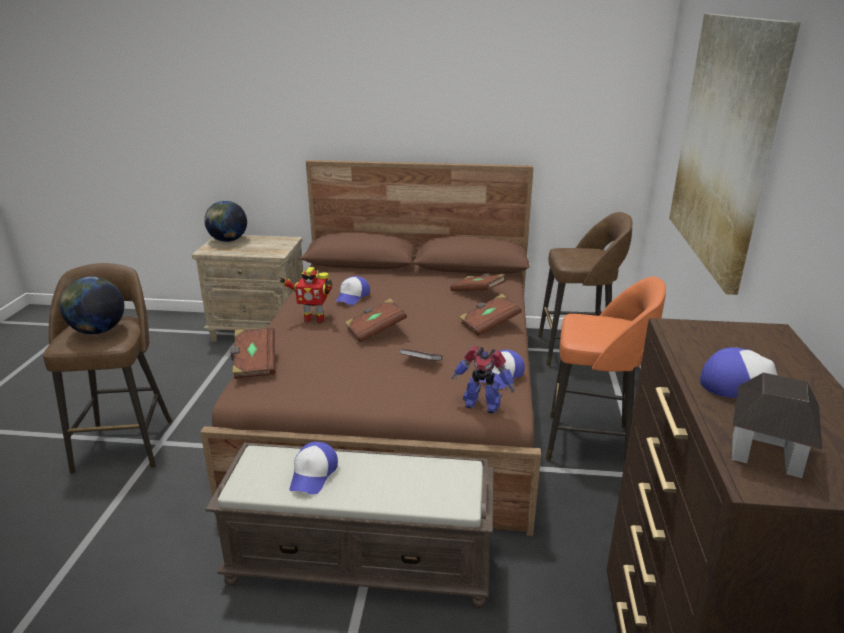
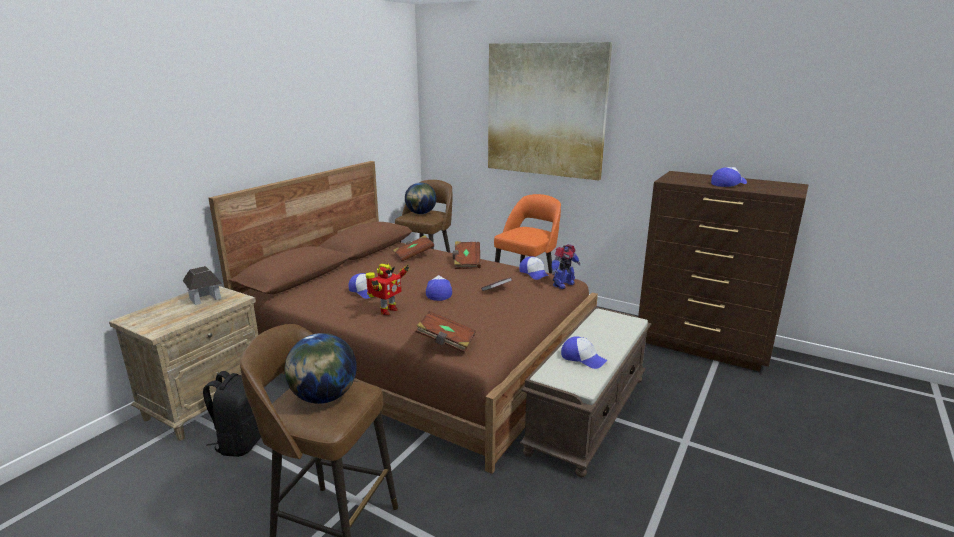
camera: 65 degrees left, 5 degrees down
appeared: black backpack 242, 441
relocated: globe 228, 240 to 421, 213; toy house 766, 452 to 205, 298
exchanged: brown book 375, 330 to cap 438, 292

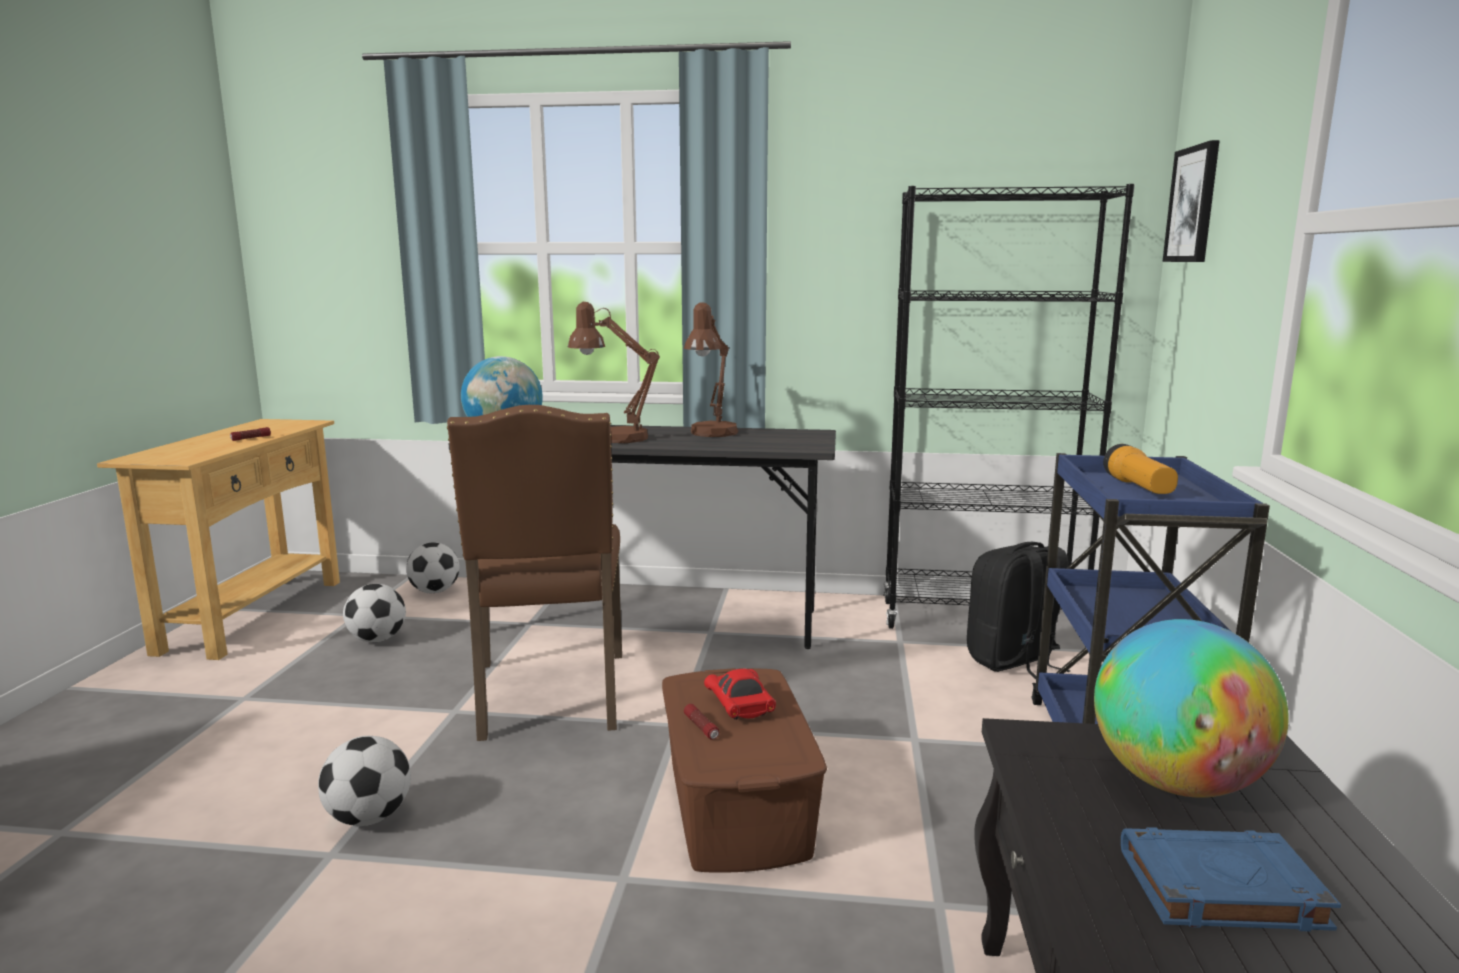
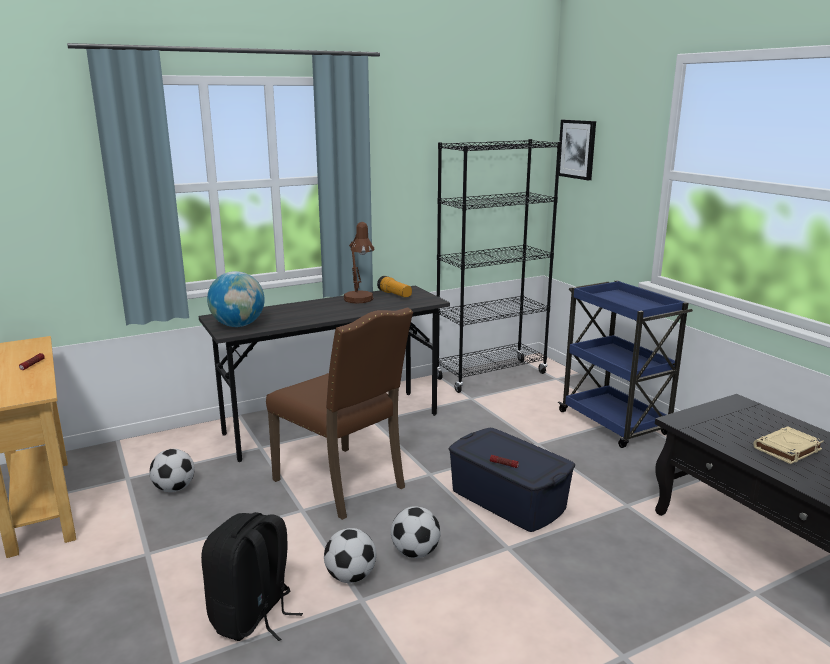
camera: 35 degrees left, 5 degrees up
missing: brown table lamp 613, 438; globe 1176, 783; red toy car 740, 706
relocated: flashlight 1138, 487 to 395, 295; football 435, 591 to 415, 552; black backpack 1013, 661 to 253, 616
colour: brown storage box 735, 805 to blue storage box 508, 499; blue book 1219, 889 to beige book 787, 449

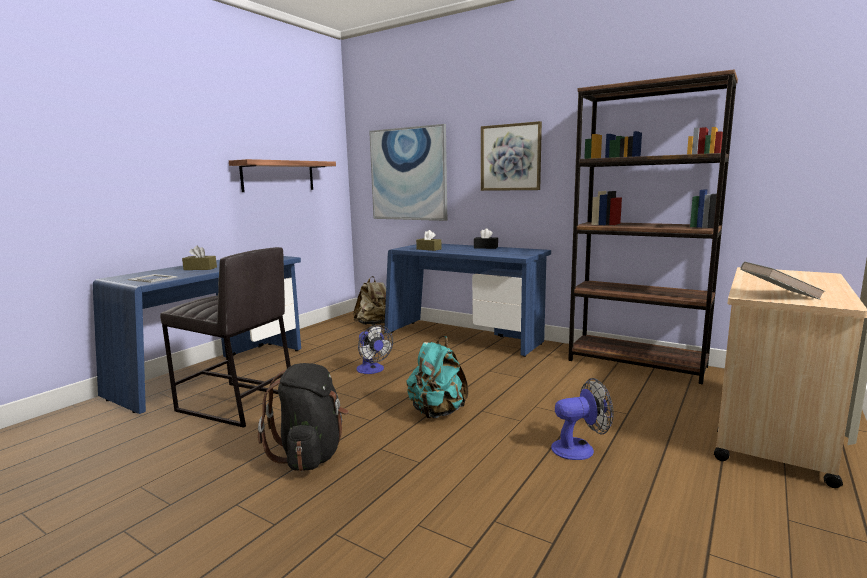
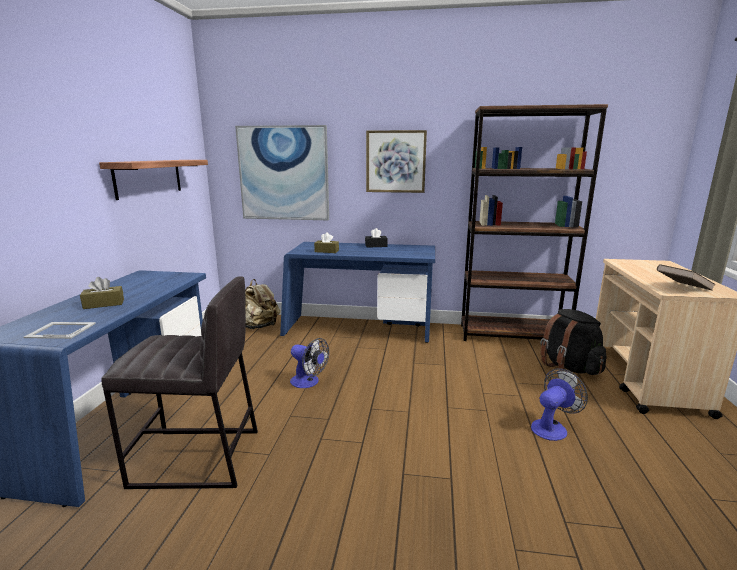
camera: 25 degrees left, 5 degrees up
missing: turquoise backpack 437, 412
relocated: black backpack 311, 454 to 569, 367
colour: grey book 778, 295 to brown book 682, 288

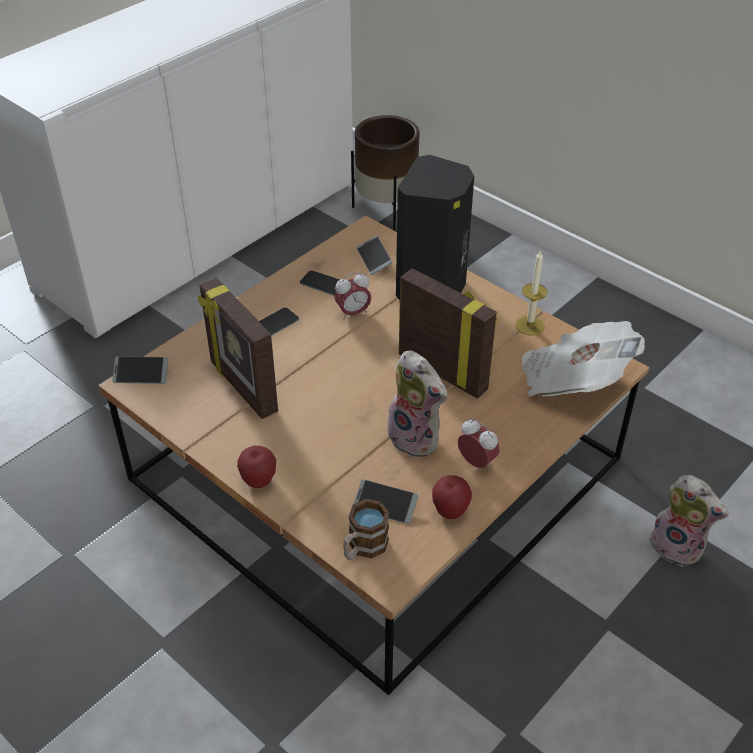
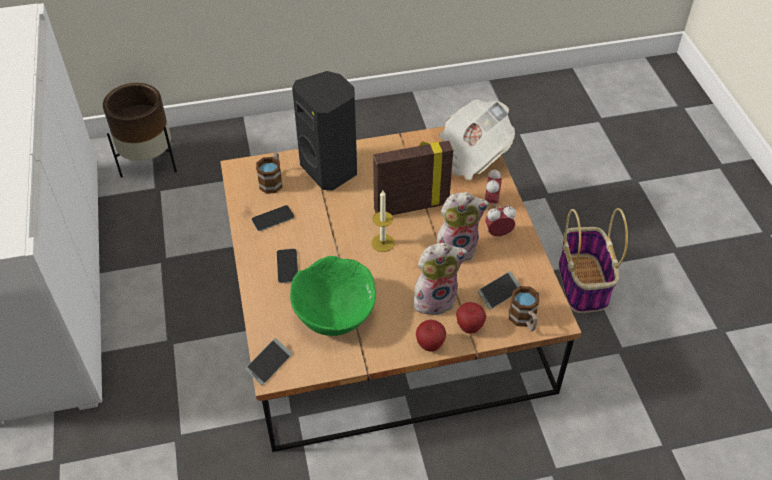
camera: 55 degrees left, 5 degrees up
appeared: basket 583, 284
relocated: candle 529, 325 to 382, 243; alarm clock 353, 313 to 491, 201; apple 450, 511 to 469, 327; plush toy 678, 546 to 435, 299
exchanged: phone 374, 259 to mug 272, 181; picture frame 242, 387 to green bowl 335, 313

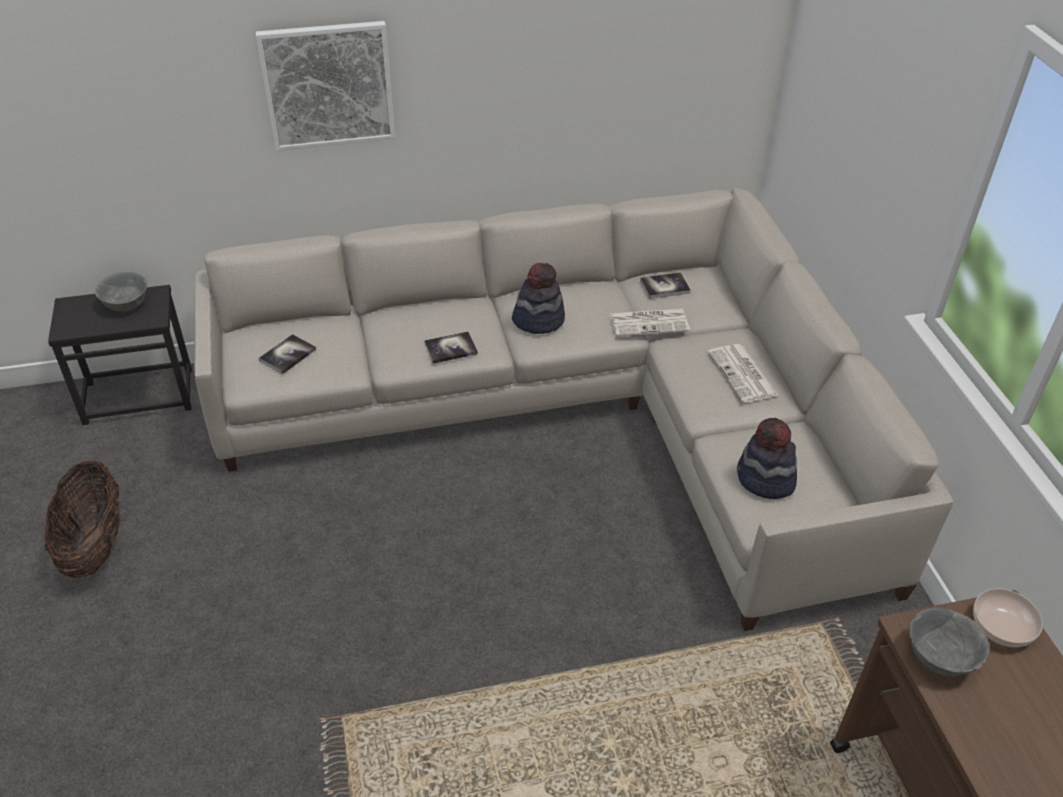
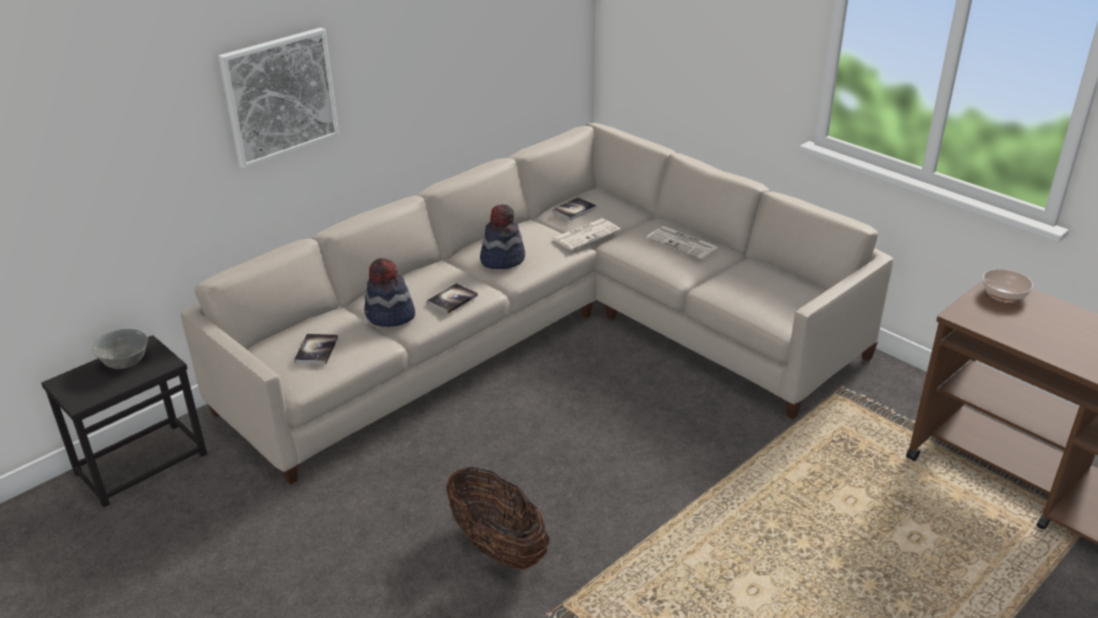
camera: 30 degrees left, 10 degrees down
missing: grey bowl 939, 657
relocated: hat 765, 479 to 390, 316; basket 95, 545 to 498, 546

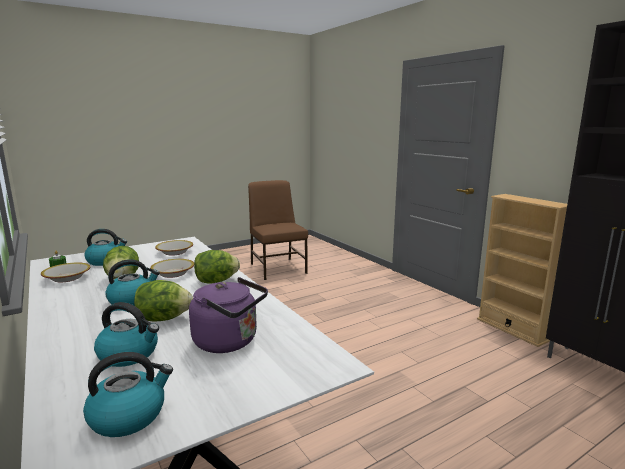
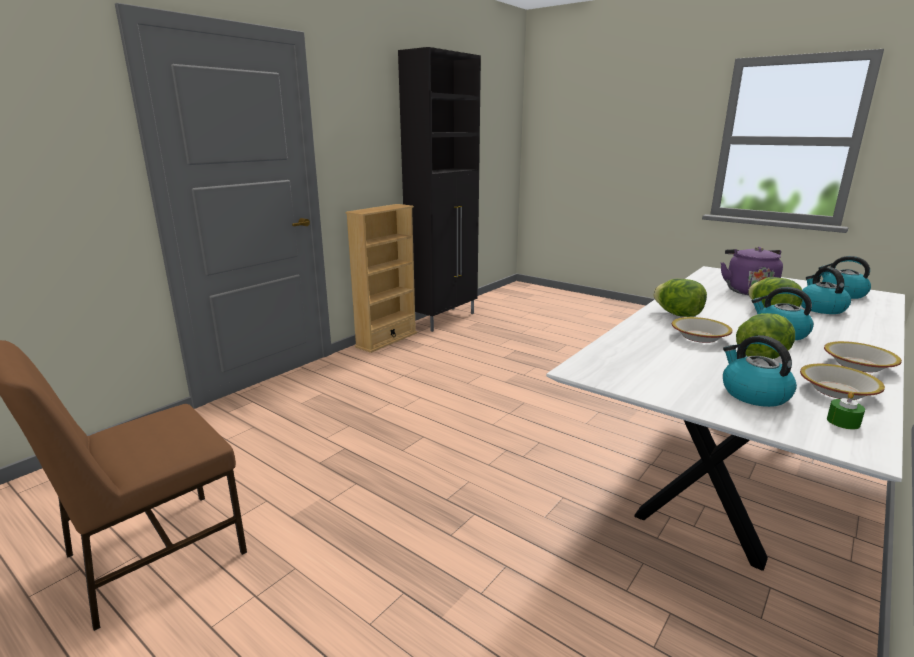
camera: 110 degrees left, 5 degrees up
relocated: bowl 174, 252 to 858, 365

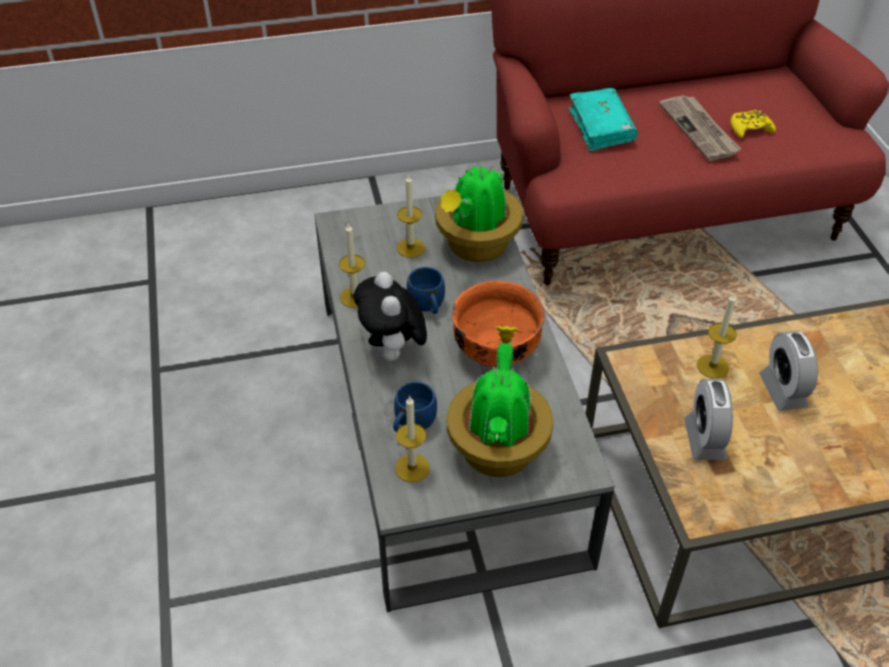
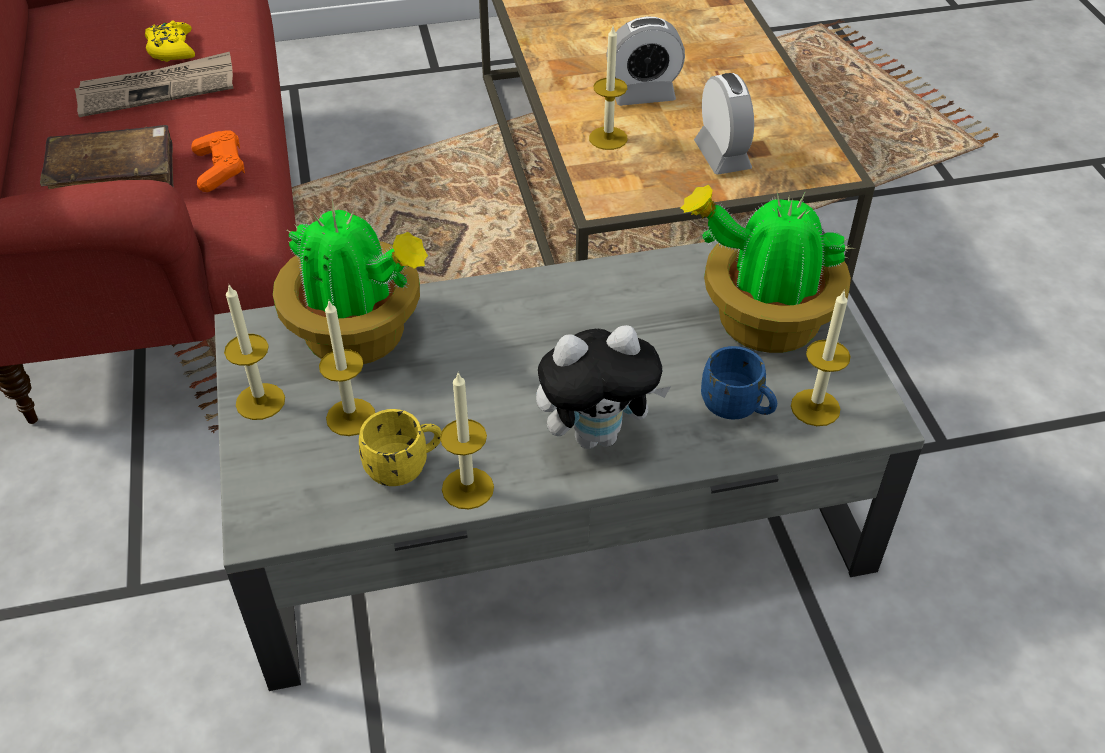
camera: 90 degrees left, 0 degrees up
missing: blue mug 427, 307; orange bowl 495, 350
appeared: orange game controller 220, 169; candle 260, 401; yellow mug 405, 466
colour: turquoise book 601, 127 to brown book 114, 178
spun: alarm clock 704, 439 = 722, 155 105 degrees counterclockwise

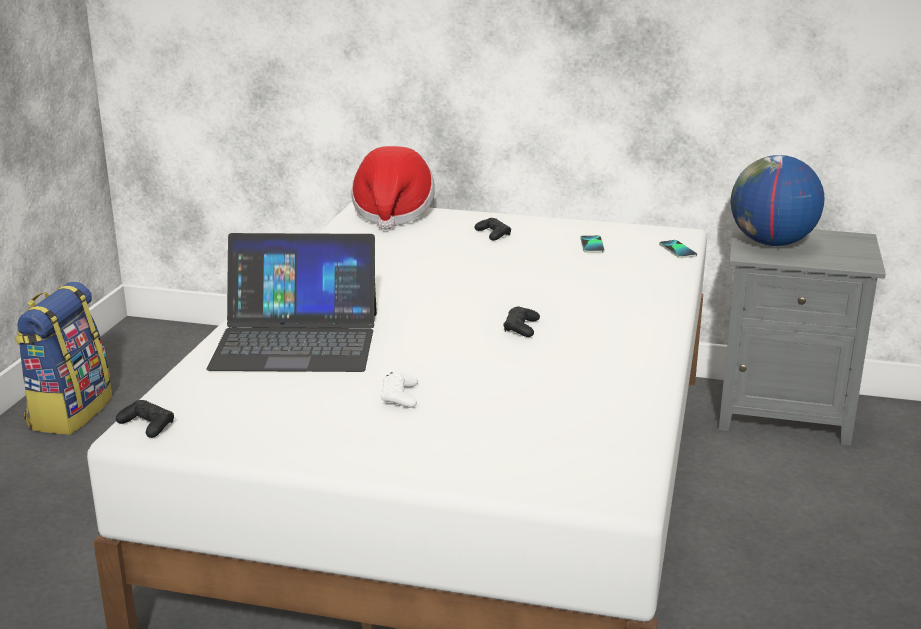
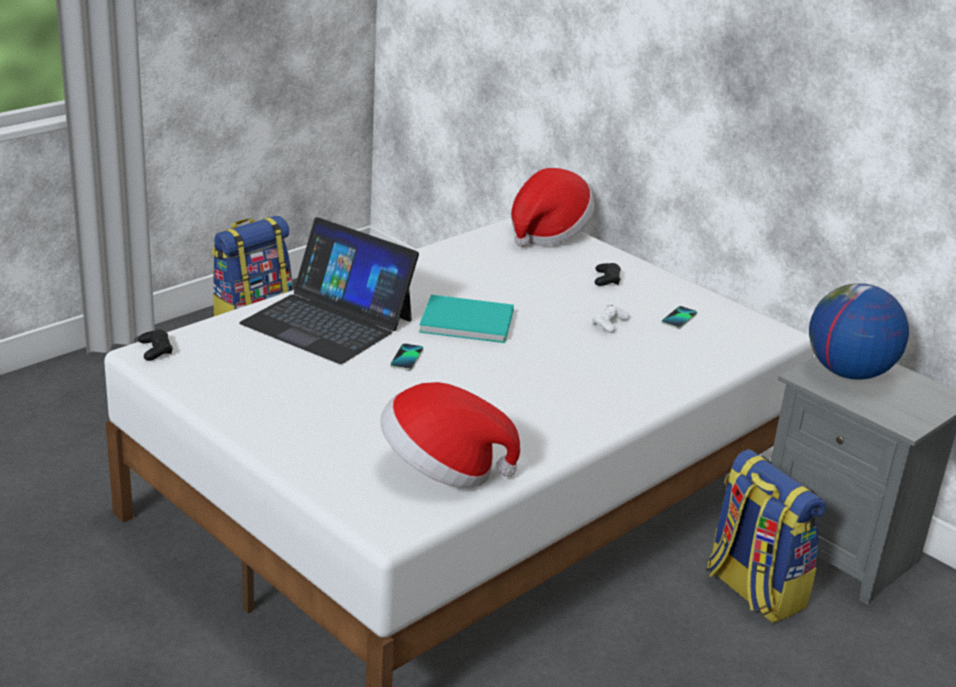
camera: 30 degrees right, 5 degrees up
missing: black game controller 521, 328
appeared: turquoise book 464, 320; hat 442, 469; backpack 753, 590
relocated: phone 677, 250 to 407, 358; white game controller 399, 396 to 609, 323

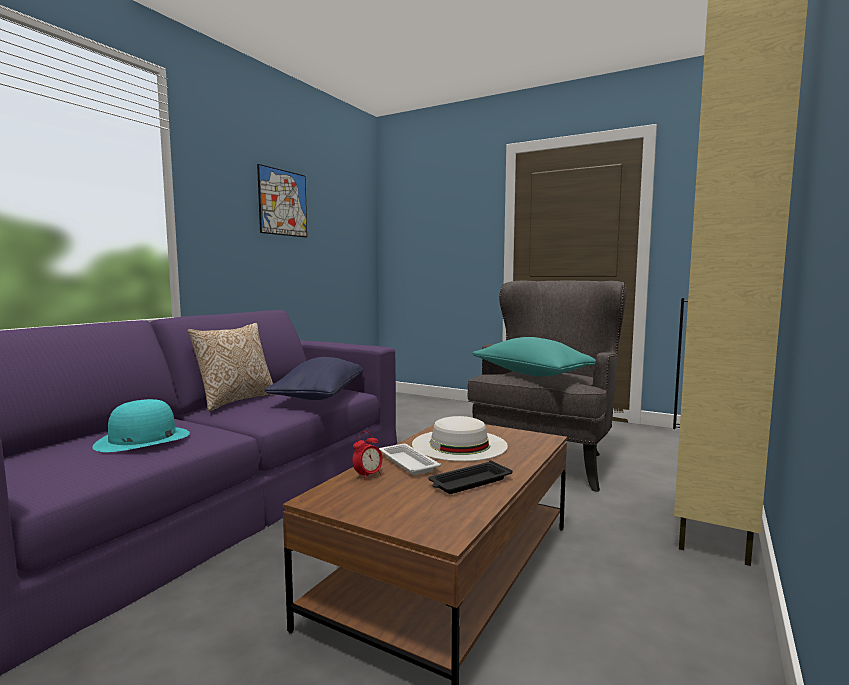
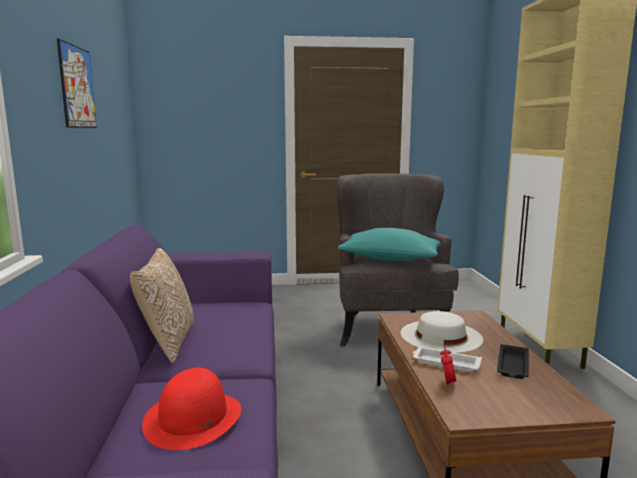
camera: 35 degrees left, 5 degrees up
missing: blue pillow 320, 396
colour: turquoise hat 142, 439 to red hat 193, 418

